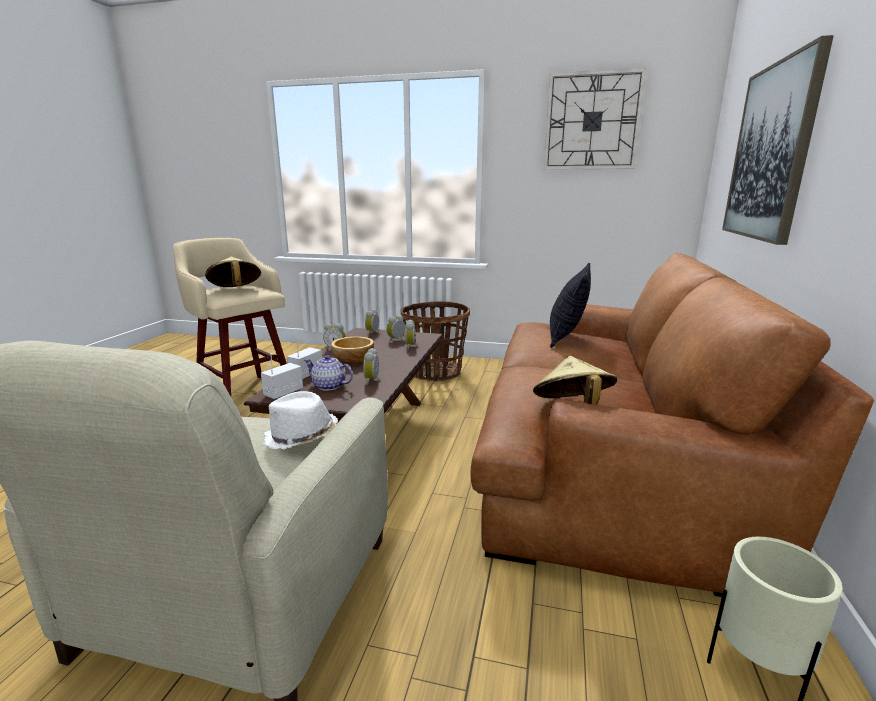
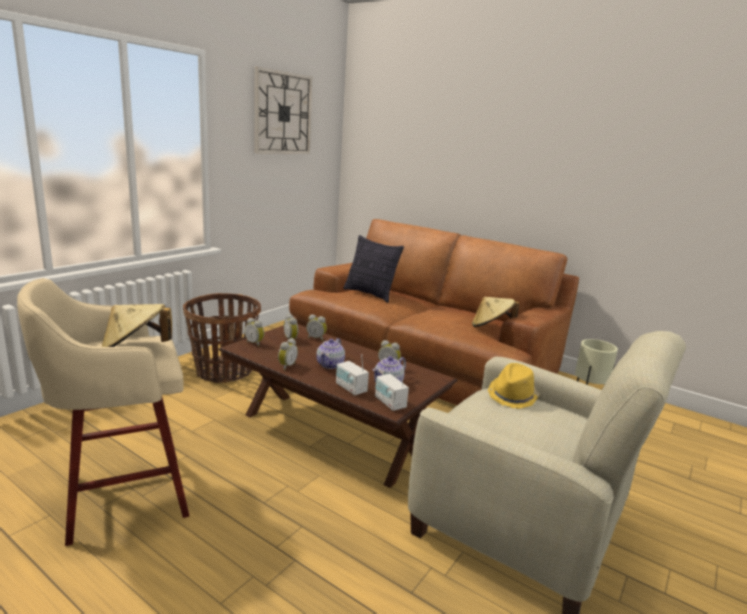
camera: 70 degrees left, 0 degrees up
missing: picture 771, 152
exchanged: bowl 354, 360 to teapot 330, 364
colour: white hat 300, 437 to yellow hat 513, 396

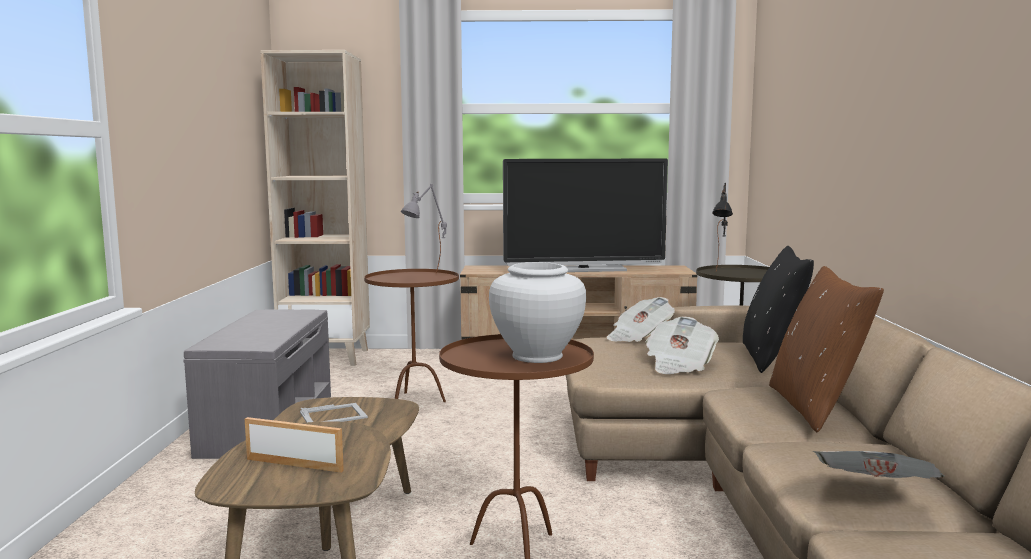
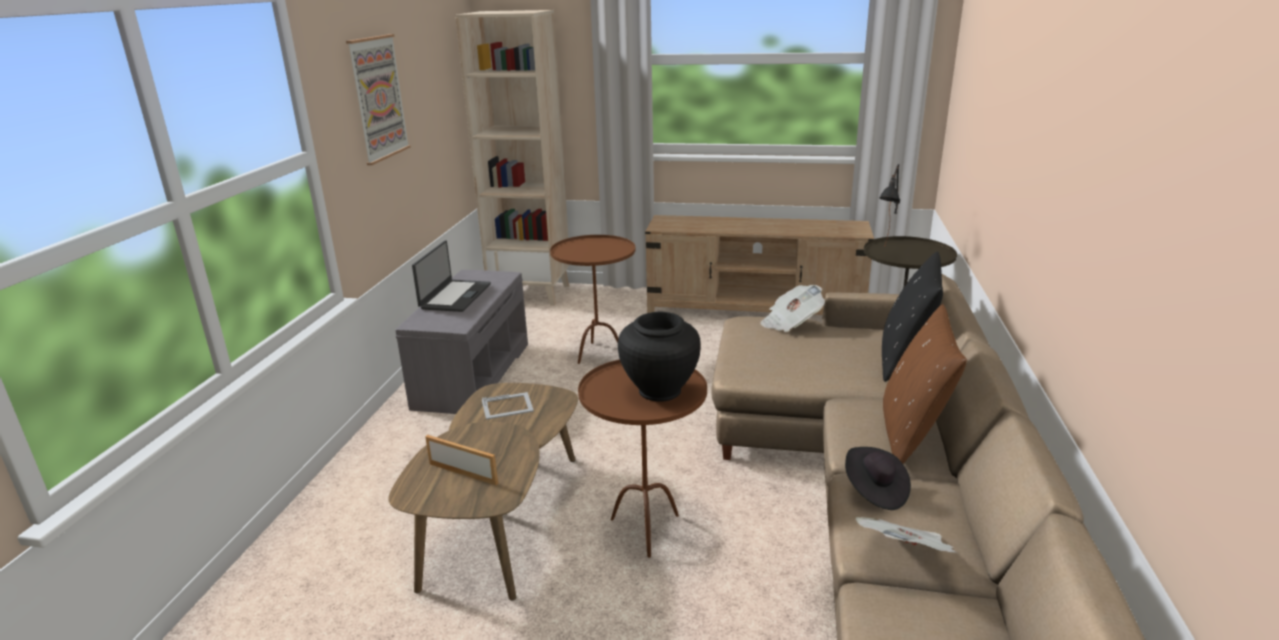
camera: 10 degrees right, 15 degrees up
missing: television 583, 269; grey table lamp 427, 276; newspaper 679, 365
appeared: picture 378, 98; laptop 454, 296; black hat 875, 491
colour: white vase 537, 356 to black vase 659, 391

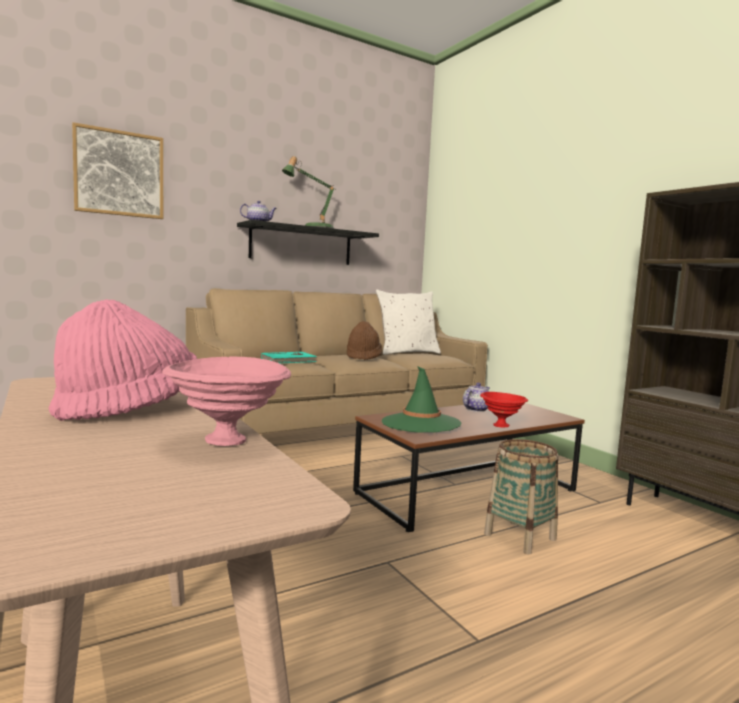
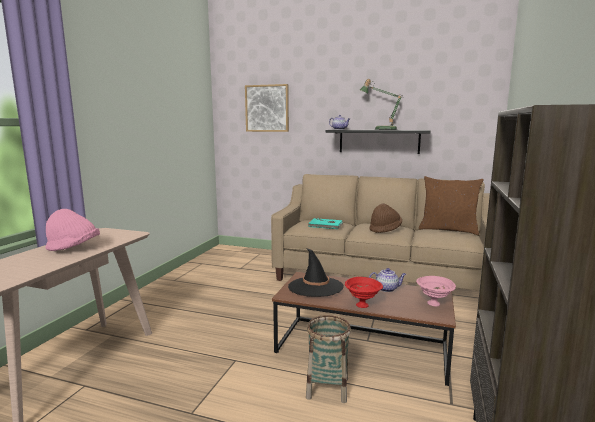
camera: 50 degrees right, 5 degrees up
relocated: pink bowl 229, 441 to 434, 304
colour: white pillow 406, 352 to brown pillow 448, 230; green hat 420, 423 to black hat 315, 287

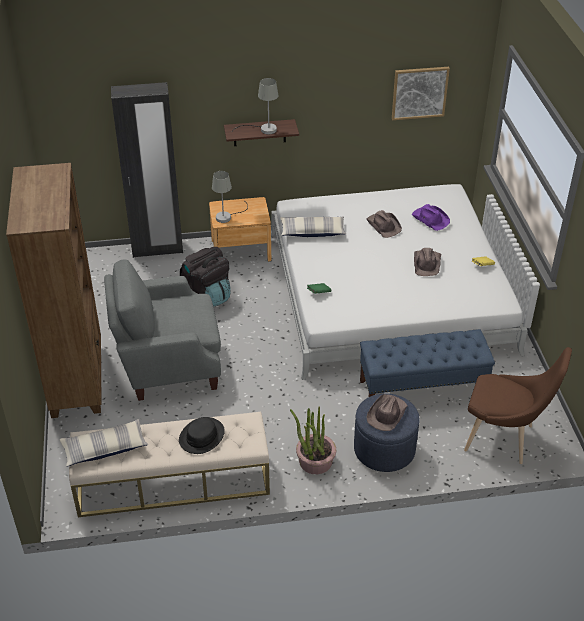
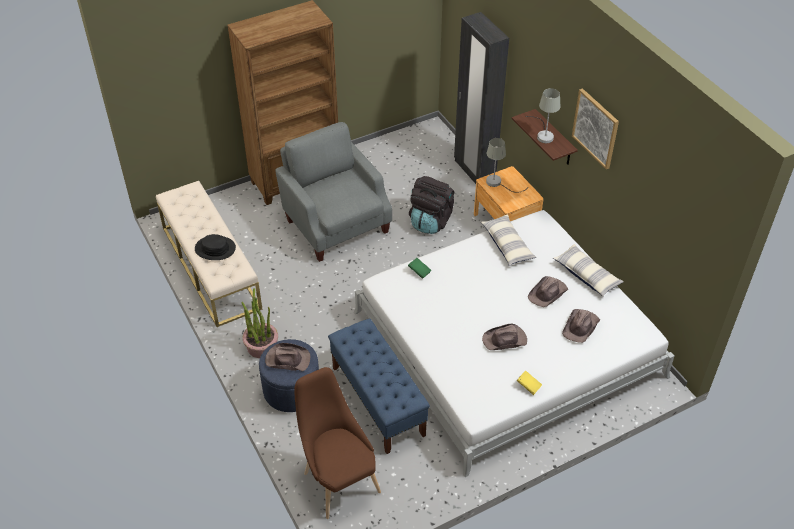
camera: 70 degrees right, 5 degrees up
relocated: picture 419, 92 to 596, 128; pillow 105, 448 to 587, 275
colour: purple hat 430, 219 to brown hat 581, 326
spun: brown chair 504, 439 = 338, 479 150 degrees clockwise

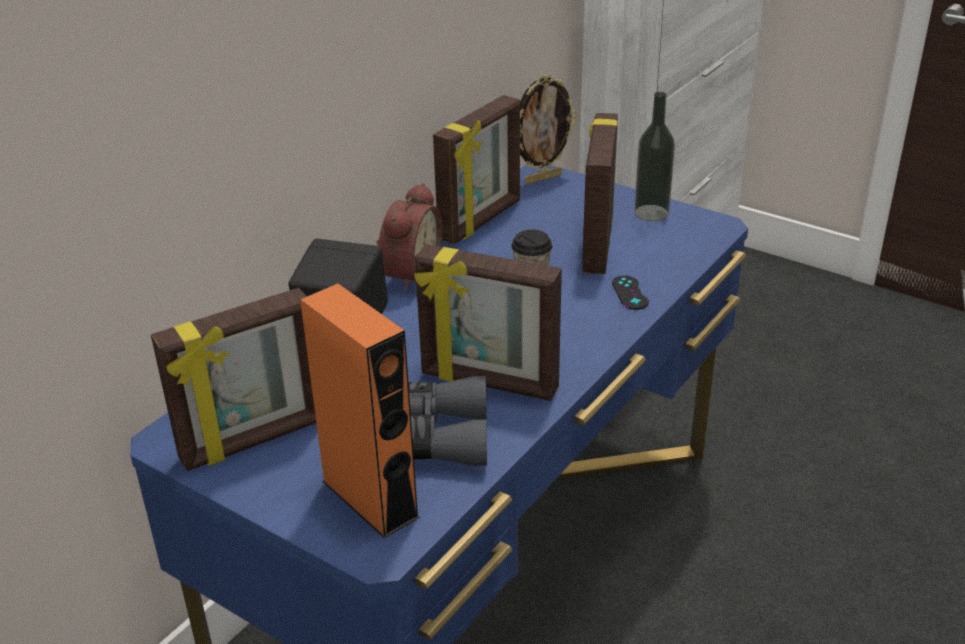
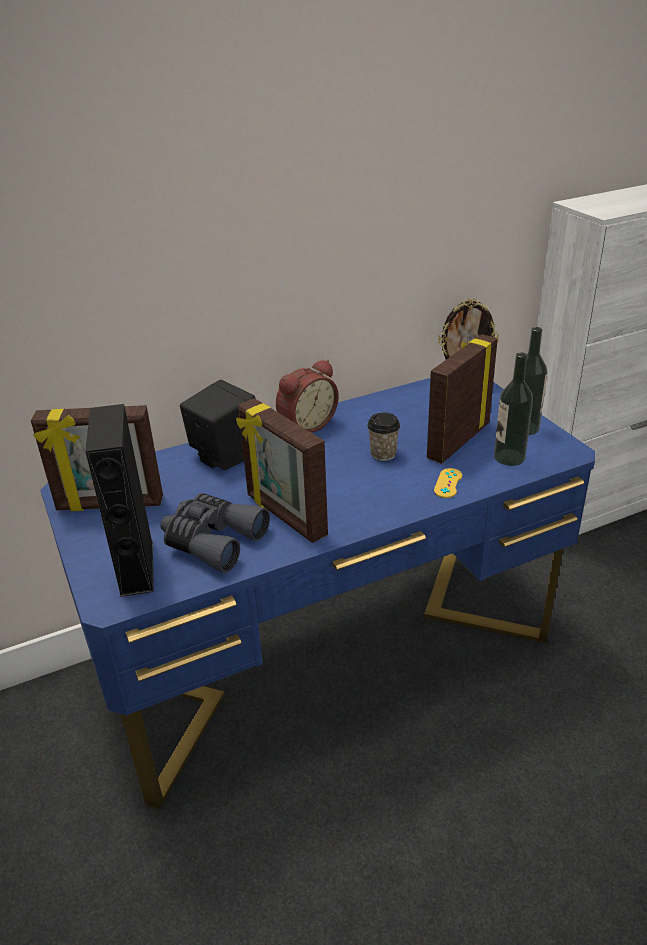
camera: 30 degrees right, 0 degrees up
missing: picture frame 481, 221
appeared: bottle 509, 457
colour: black game controller 630, 293 to yellow game controller 448, 483; orange speaker 370, 499 to black speaker 137, 567

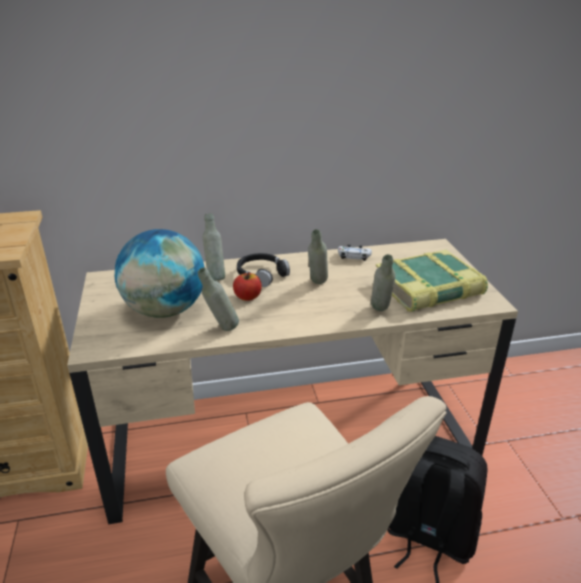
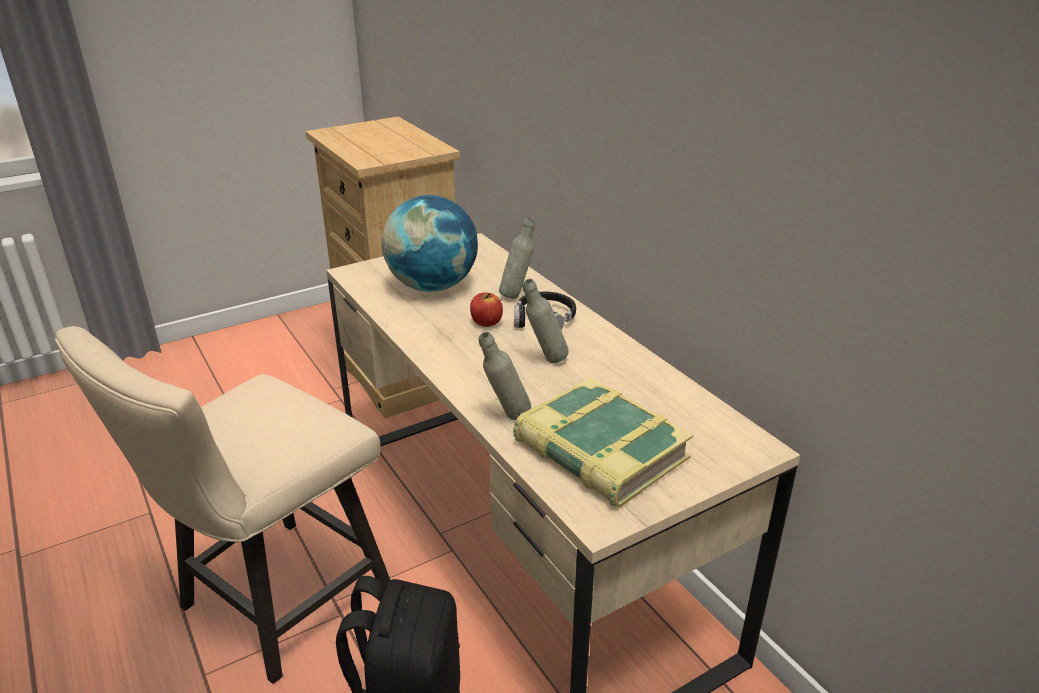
camera: 70 degrees right, 0 degrees up
missing: white game controller 354, 257; grey bottle 221, 330

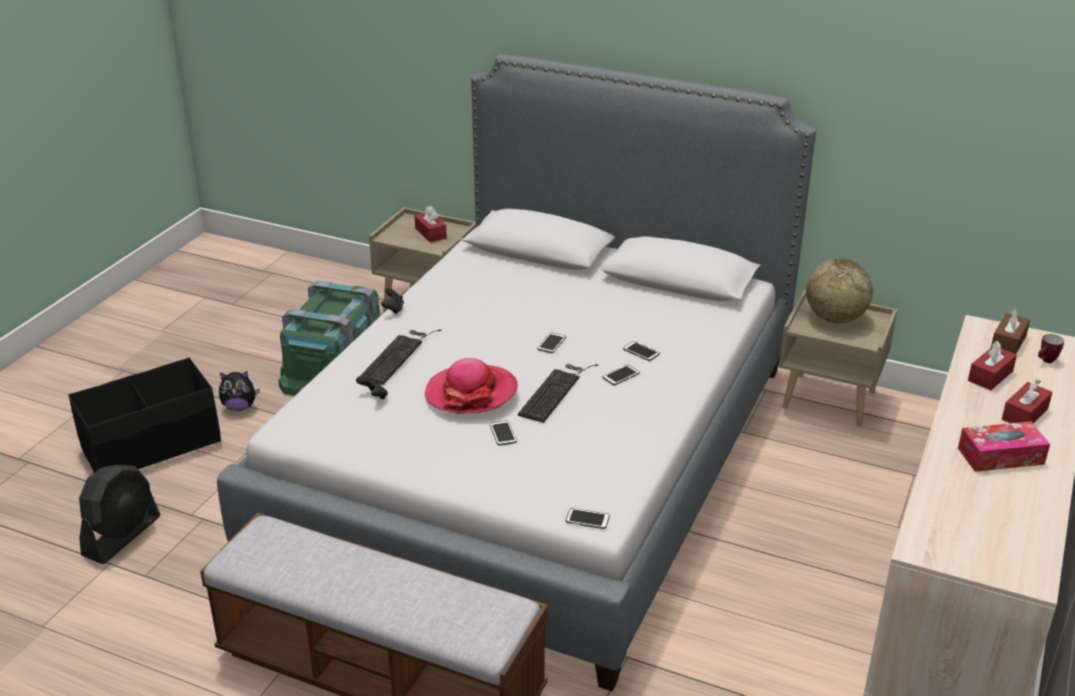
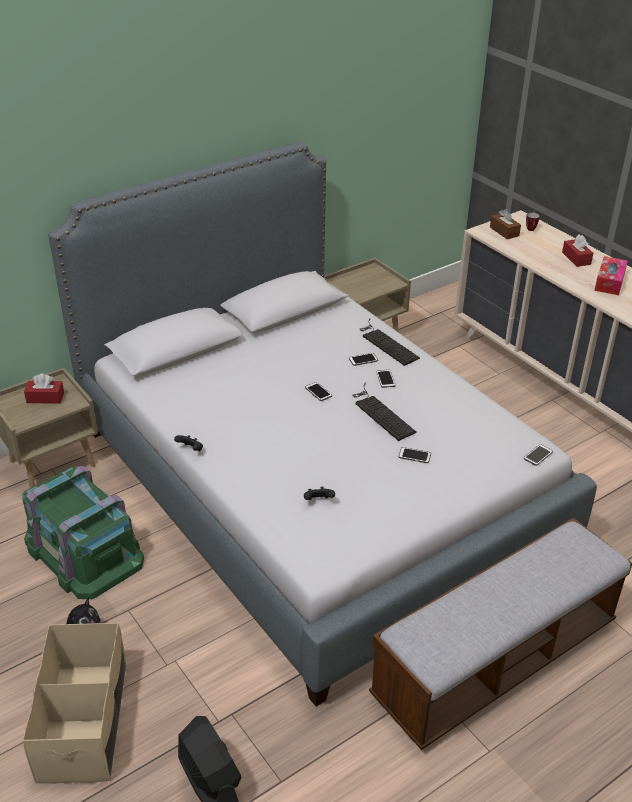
camera: 60 degrees left, 5 degrees up
missing: globe 835, 318; red tissue box 990, 376; hat 471, 392
relocated: keyboard 398, 355 to 386, 343
colour: black storage box 152, 445 to beige storage box 84, 721

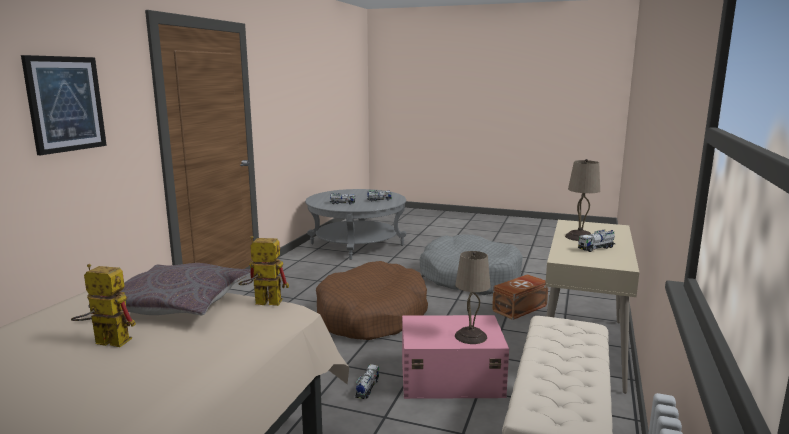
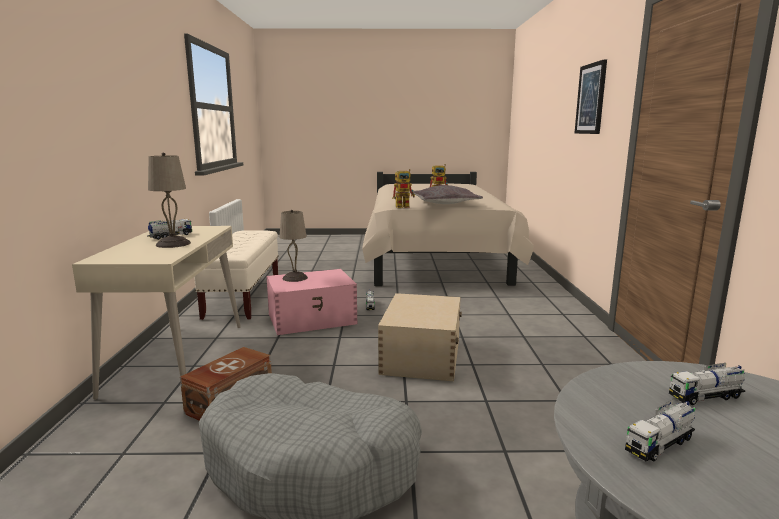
camera: 160 degrees right, 0 degrees up
exchanged: brown dog bed 371, 316 to beige storage box 420, 356

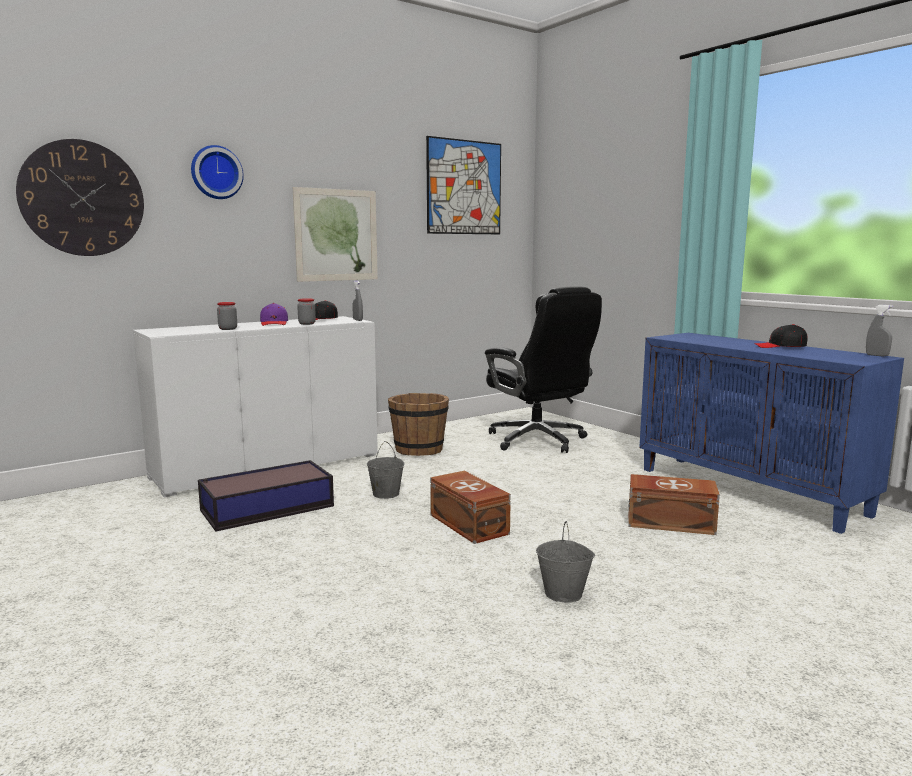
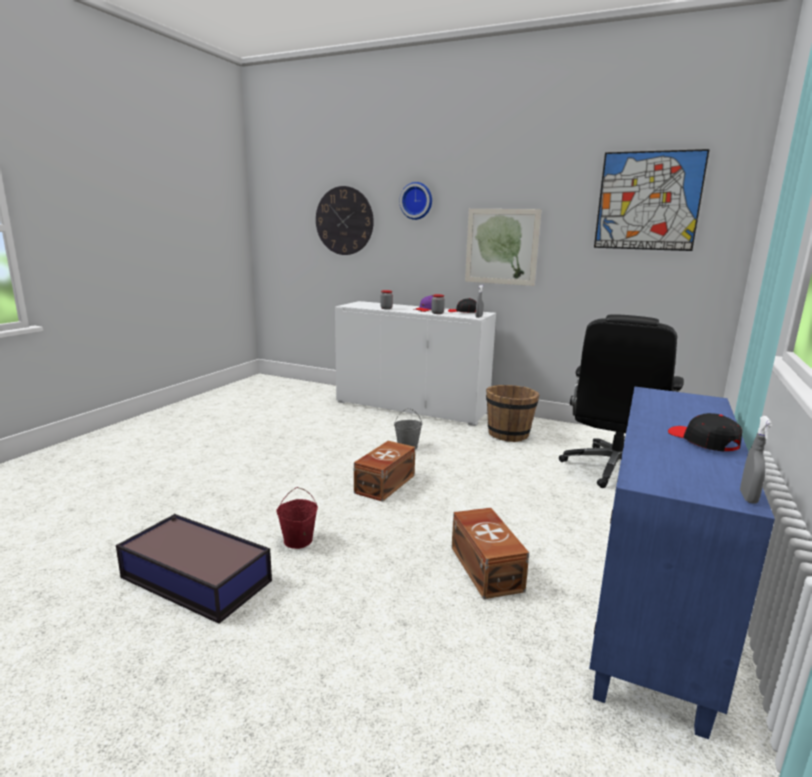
camera: 60 degrees right, 5 degrees up
relocated: storage box 265, 508 to 195, 578
colour: grey bucket 564, 594 to red bucket 298, 541

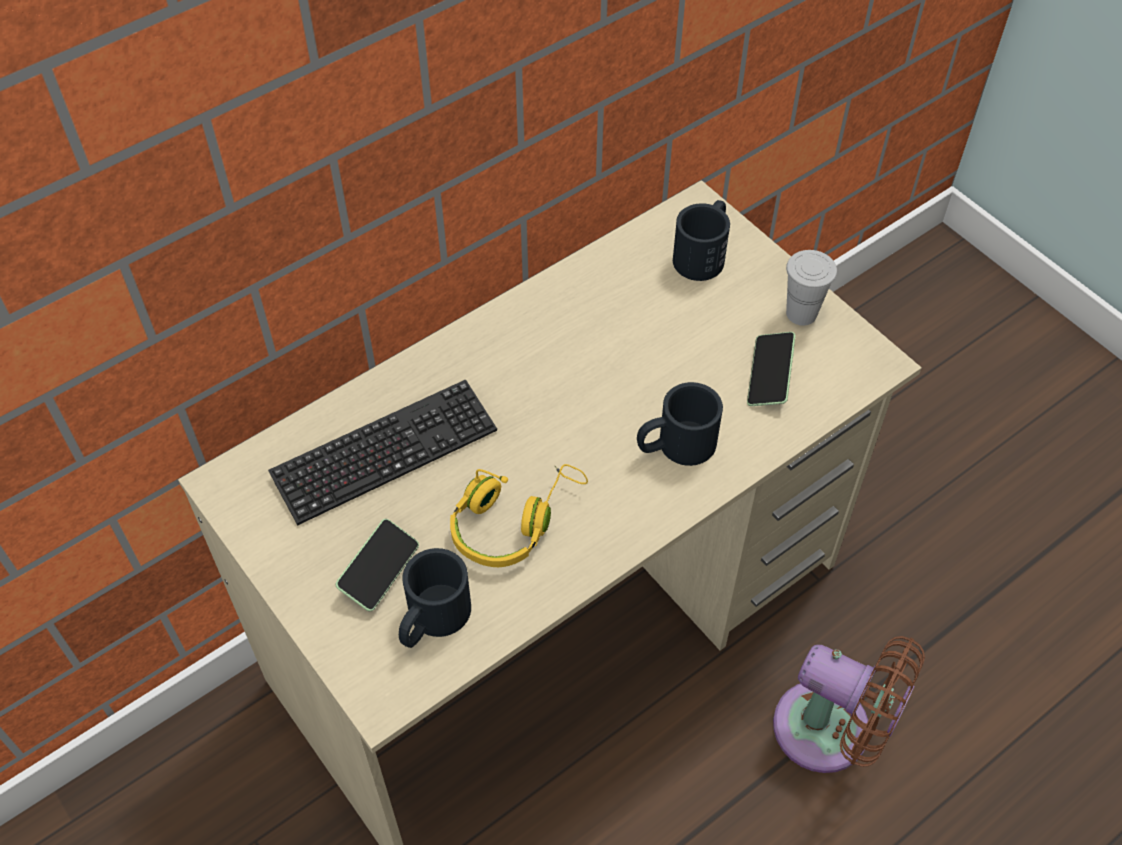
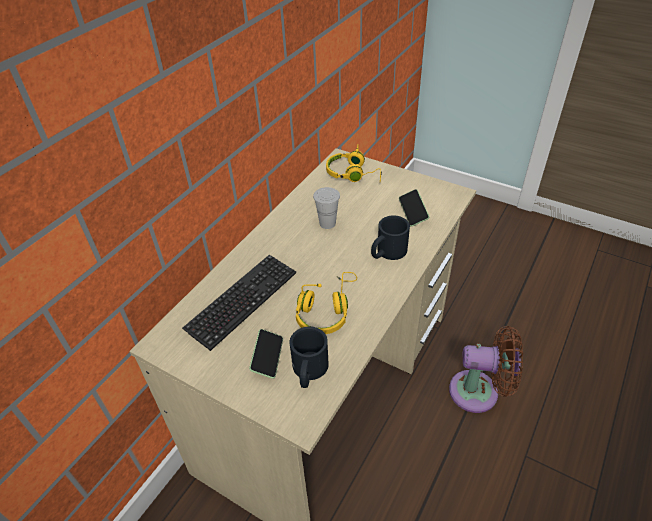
camera: 20 degrees left, 10 degrees down
relocated: white cup 801, 313 to 327, 223
exchanged: black mug 703, 253 to yellow headphones 353, 174

